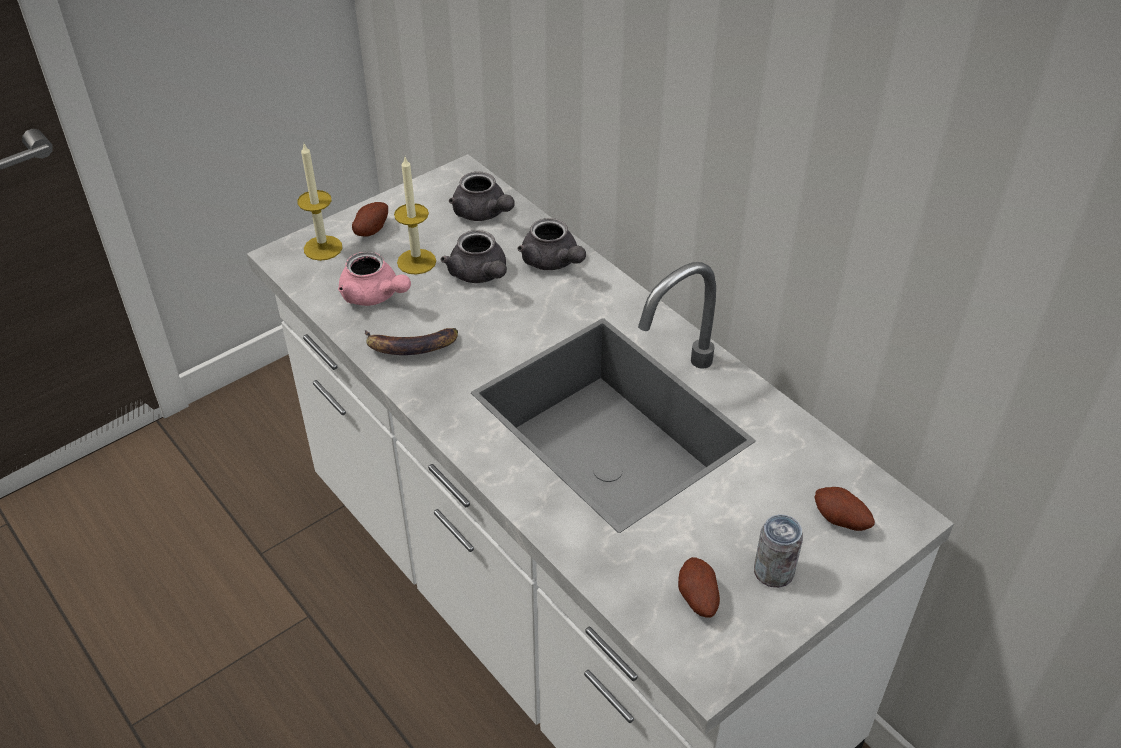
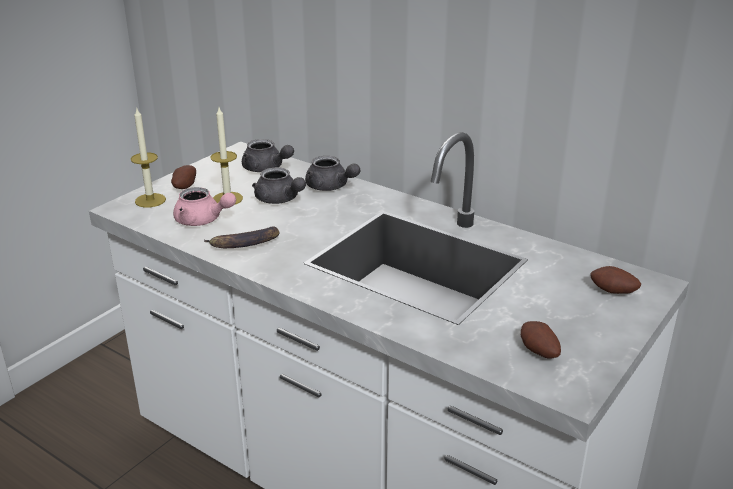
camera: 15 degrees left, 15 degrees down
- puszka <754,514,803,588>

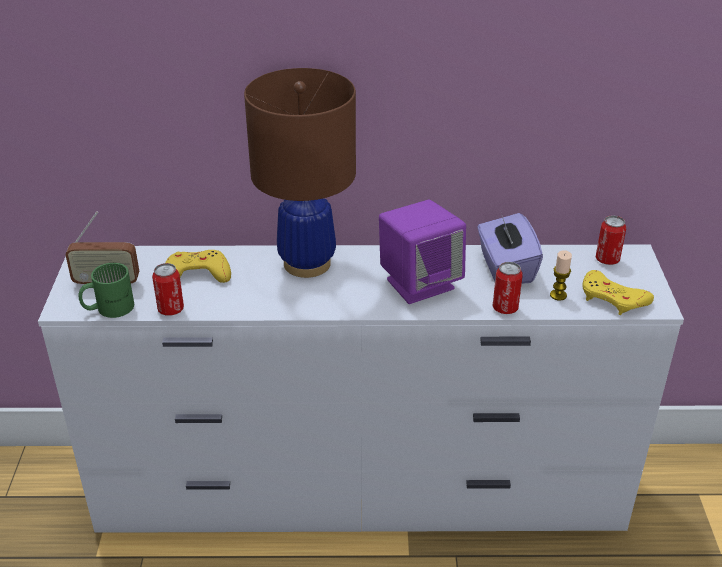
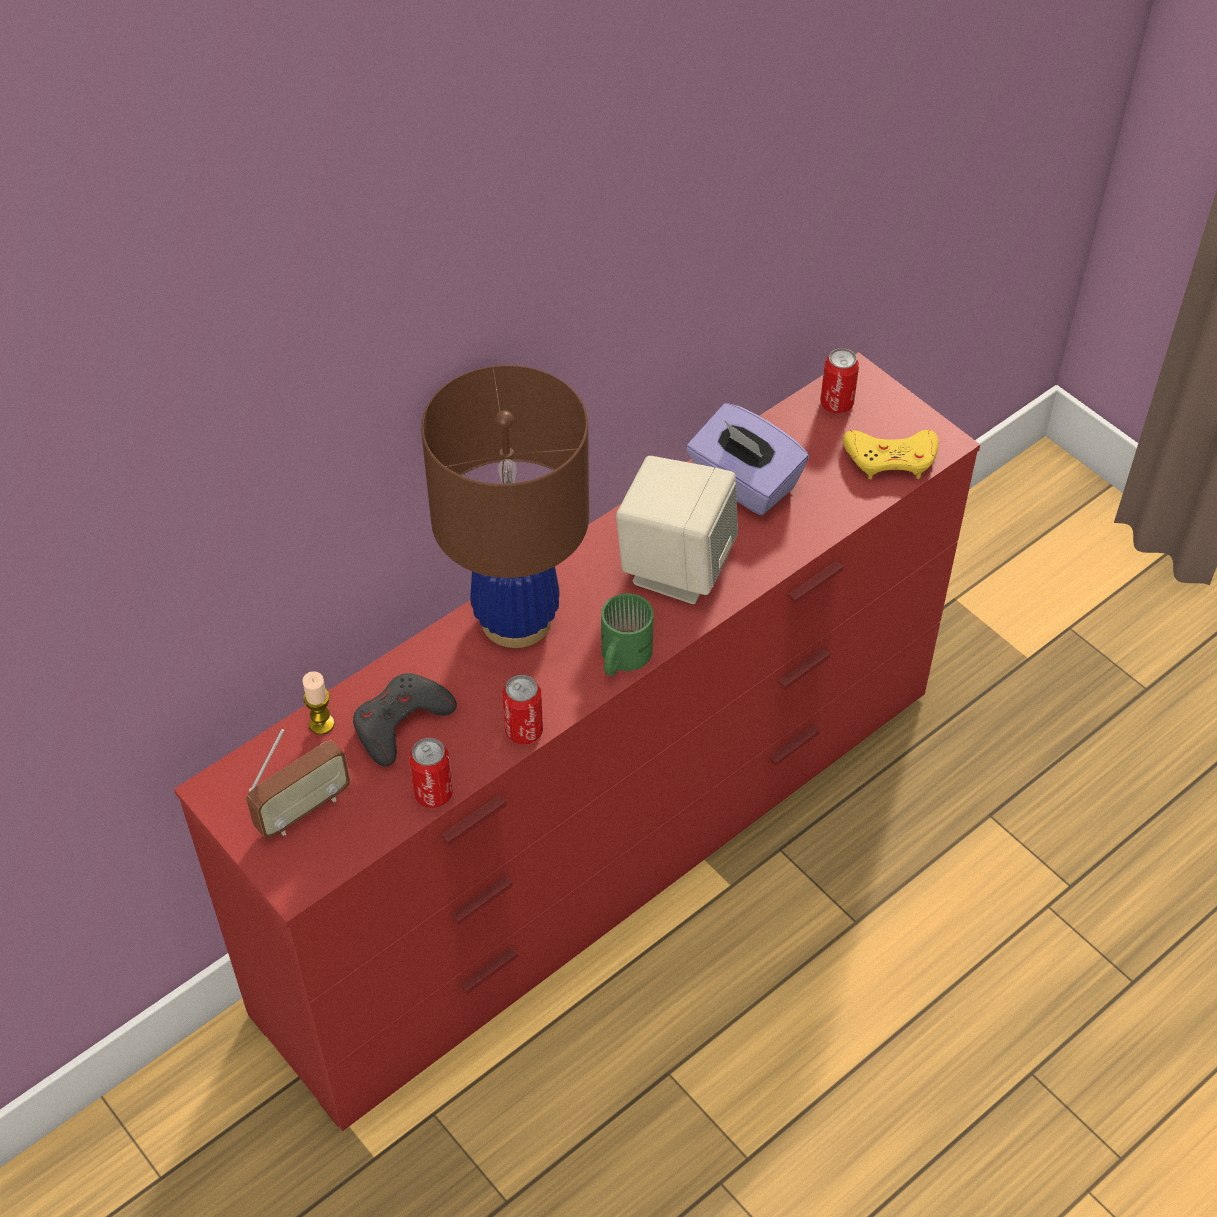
camera: 40 degrees left, 15 degrees up
~ kubek (zielony) <79,263,134,318> to <601,593,654,676>
~ puszka <493,262,523,314> to <503,675,543,744>
~ świeca <550,250,572,301> to <302,671,335,735>
~ komoda (biały) <38,245,684,533> to komoda (czerwony) <174,352,980,1131>
~ pad do gier (żółty) <165,250,231,283> to pad do gier (szary) <353,673,457,767>
~ głośnik (fioletowy) <379,200,466,304> to głośnik (beżowy) <616,456,738,604>

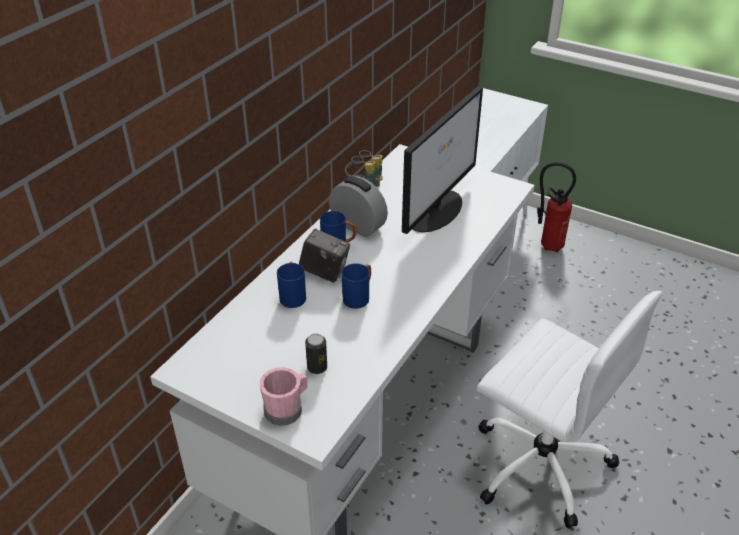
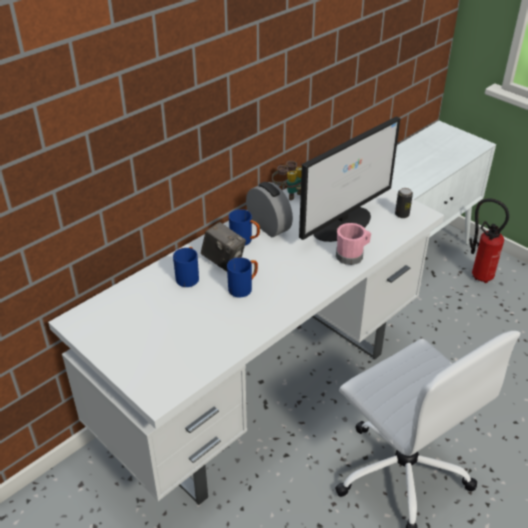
camera: 15 degrees right, 0 degrees up
~ kubek (różowy) <260,367,307,426> to <336,223,371,265>
~ puszka <305,334,327,374> to <395,188,413,218>

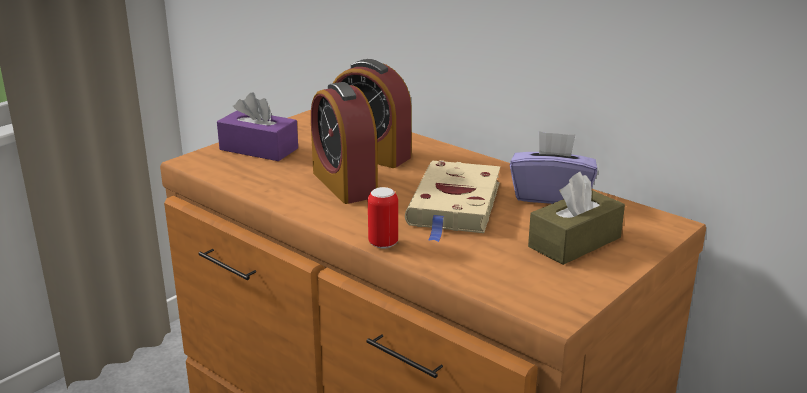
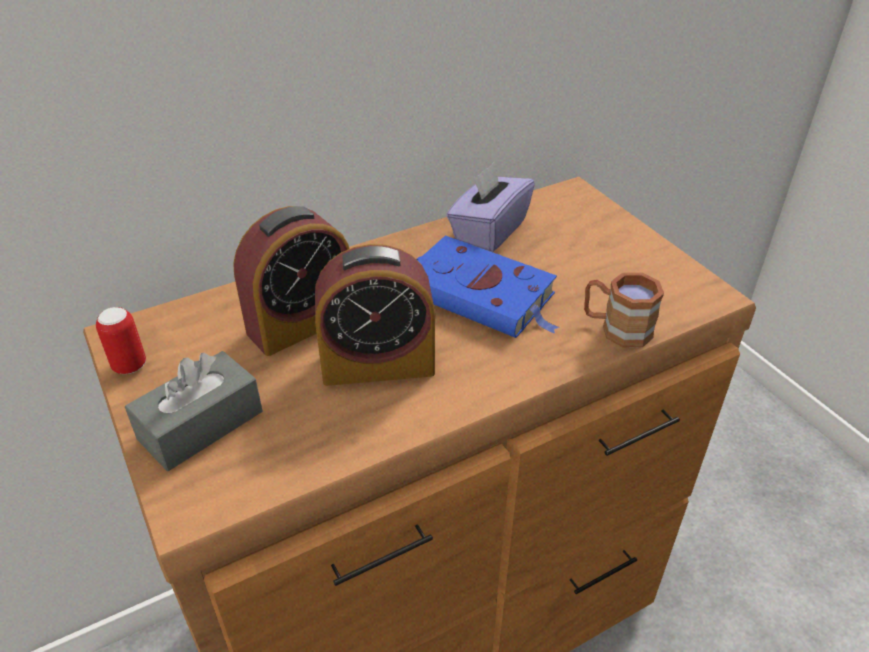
camera: 70 degrees left, 15 degrees up
- pudełko chusteczek (brązowy) <528,172,625,265>
+ kubek (brązowy) <584,272,664,348>
~ puszka <368,187,398,249> to <96,307,146,374>
~ pudełko chusteczek (fioletowy) <217,92,298,161> to pudełko chusteczek (szary) <125,351,263,471>
~ książka (beżowy) <405,160,500,242> to książka (niebieski) <416,235,560,338>

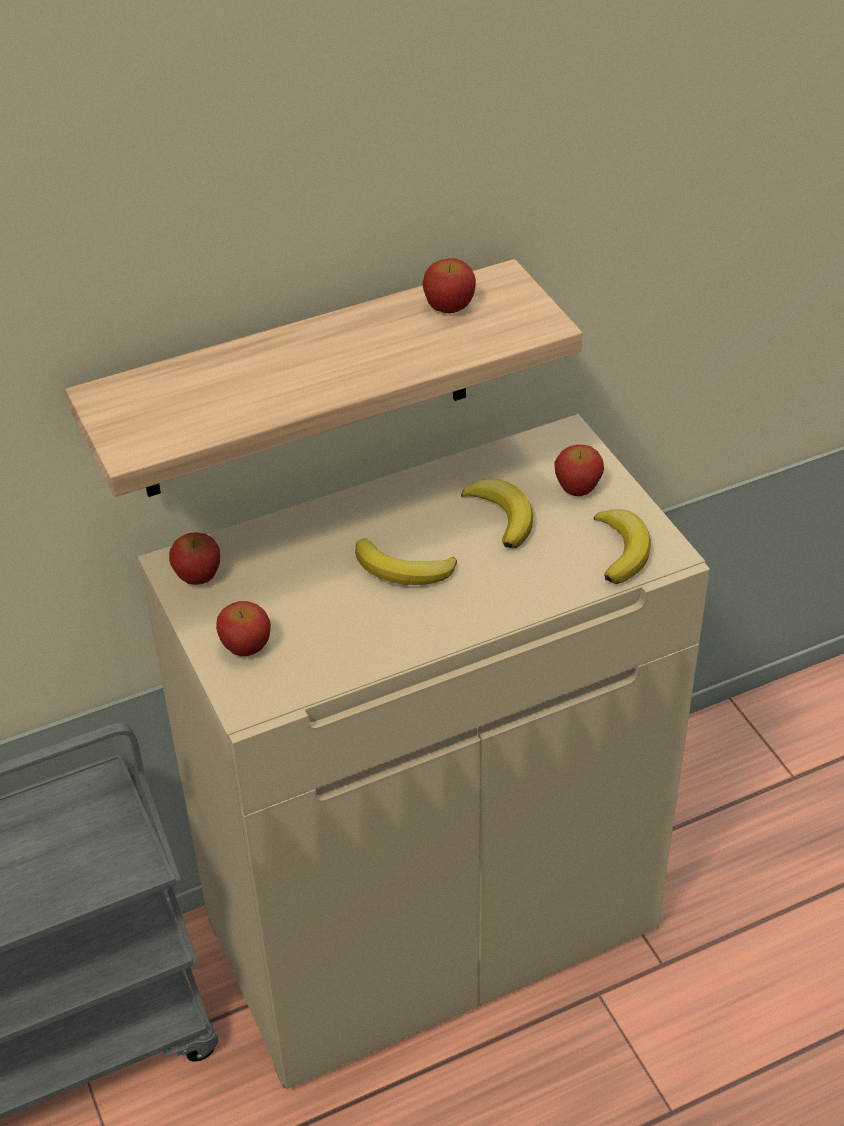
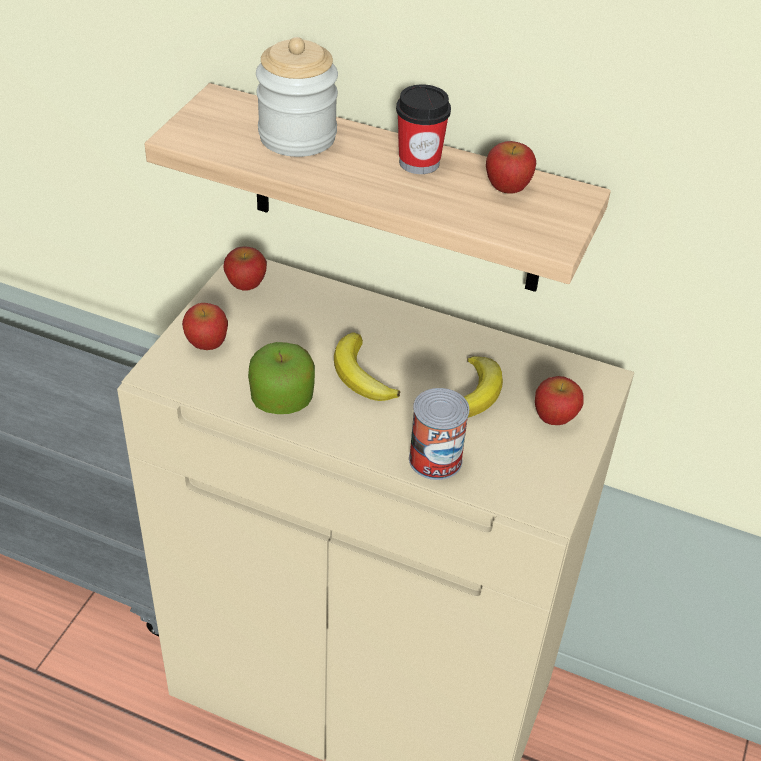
camera: 45 degrees right, 0 degrees up
- banan <594,509,651,584>
+ jabłko <248,342,315,414>
+ słoik <256,37,338,157>
+ filiżanka <396,84,451,174>
+ puszka <409,388,469,480>

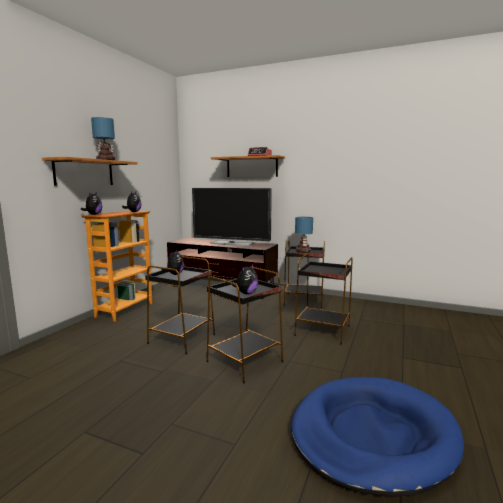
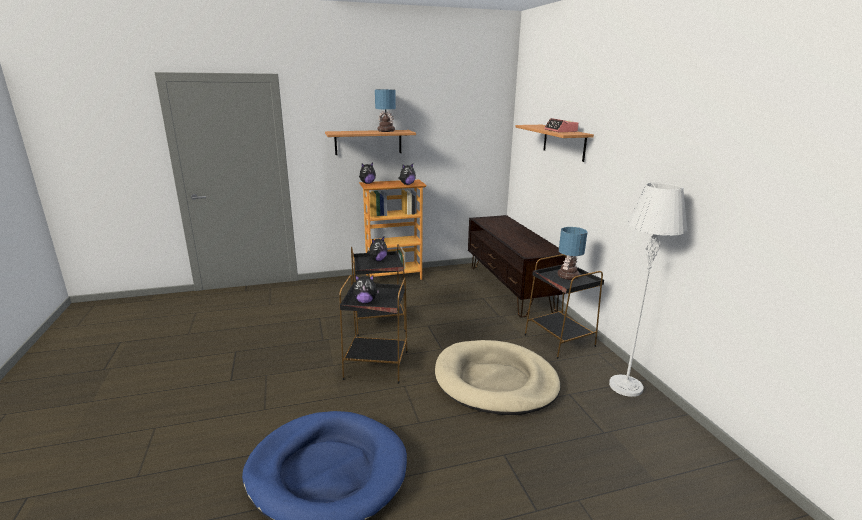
camera: 50 degrees right, 10 degrees up
- telewizor <192,188,272,246>
+ lampa stojąca (szary) <609,182,687,397>
~ stolik (czarny) <294,253,353,345> to legowisko (beżowy) <435,340,561,415>

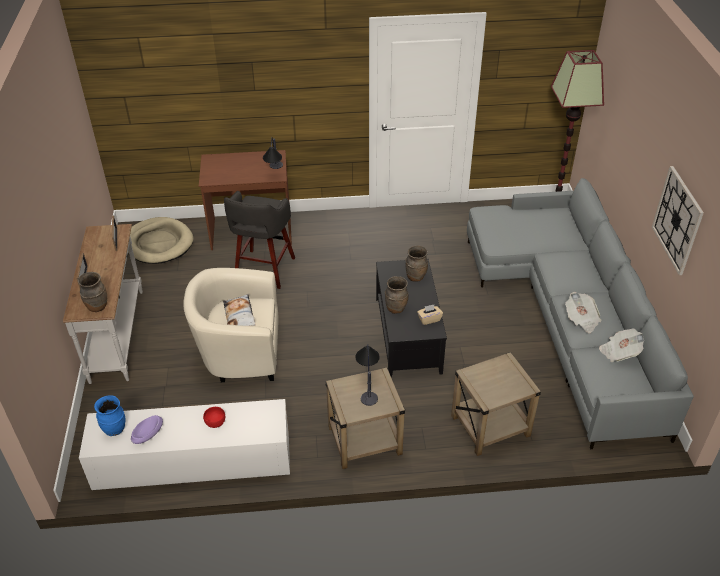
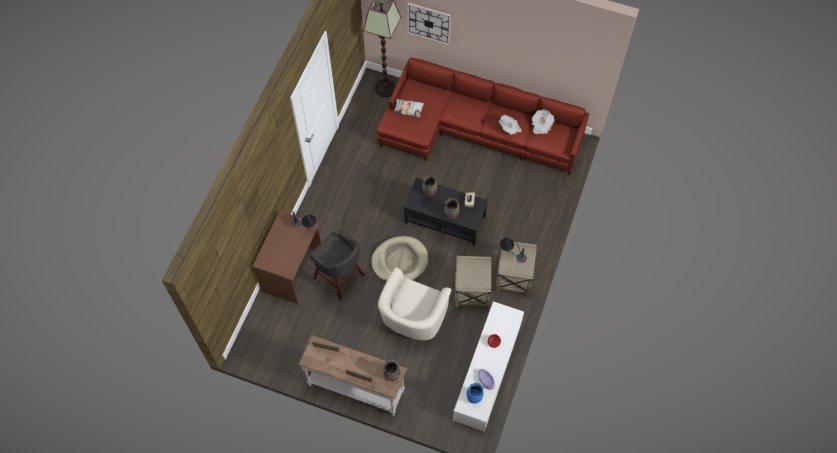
camera: 65 degrees left, 20 degrees up
~ legowisko (beżowy) <128,217,193,264> to <371,236,428,282>
~ poduszka <223,294,256,326> to <394,99,424,117>
~ stolik (beżowy) <451,352,541,456> to <454,256,492,309>
~ zegar ścienny <652,166,704,275> to <407,3,451,45>
~ kanapa (szary) <467,178,694,449> to kanapa (czerwony) <377,57,589,175>

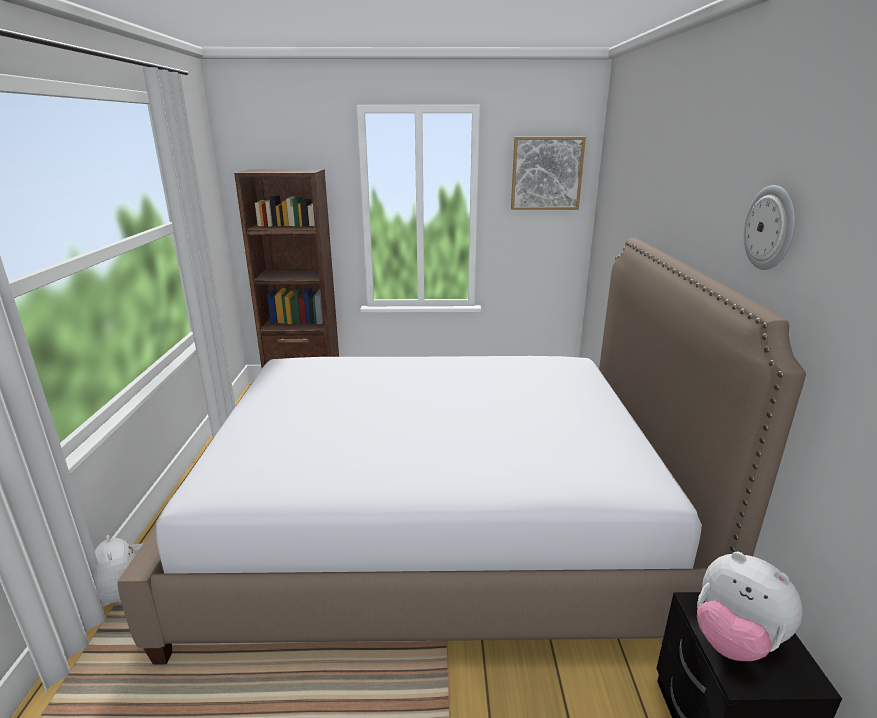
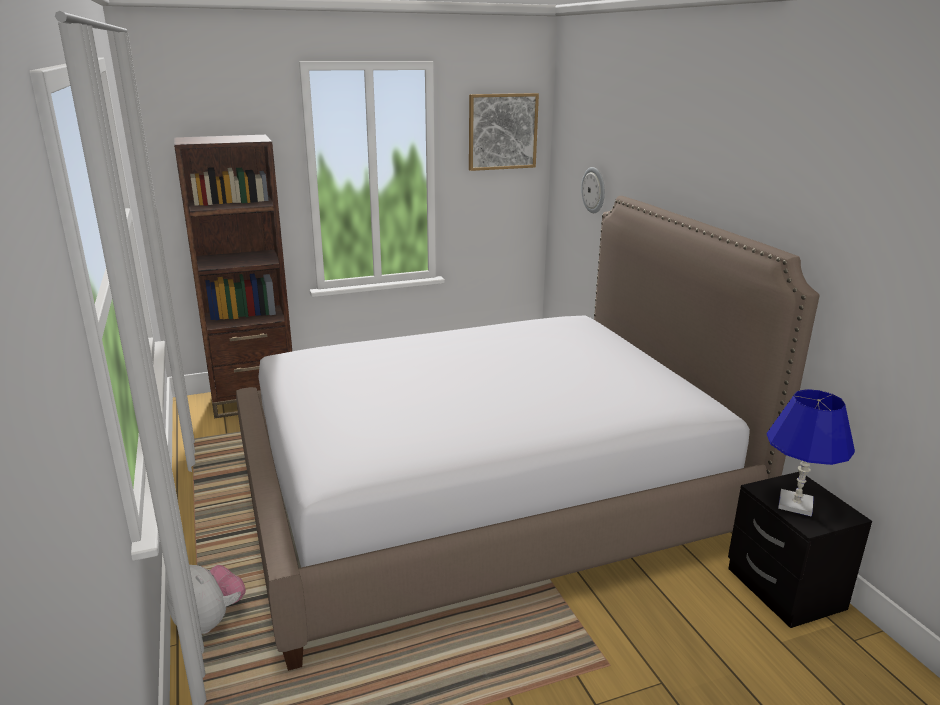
camera: 20 degrees left, 0 degrees up
~ zegar ścienny <743,185,795,270> to <581,167,605,213>
~ pluszak <697,552,803,661> to lampa stołowa (niebieski) <767,389,855,517>

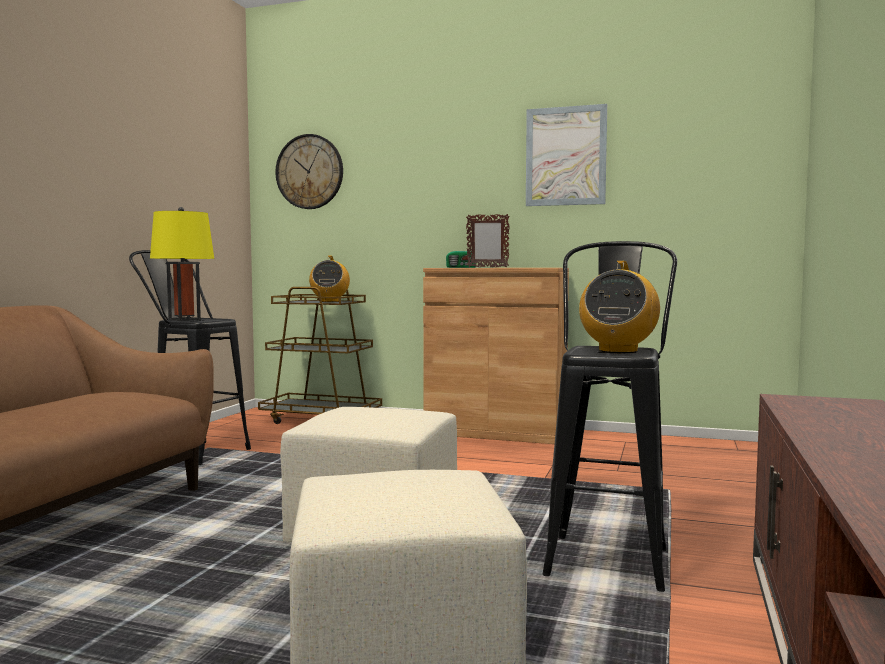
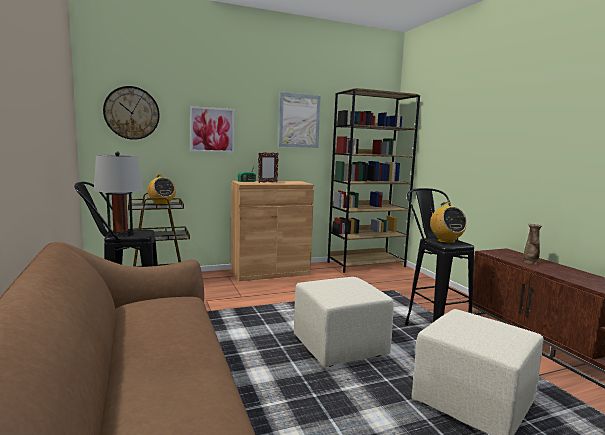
camera: 40 degrees left, 5 degrees up
+ obraz <190,106,235,153>
+ regał (brązowy) <328,88,420,273>
+ wazon <524,223,543,264>
~ lampa stołowa (żółty) <150,207,214,321> to lampa stołowa (szary) <94,151,143,237>

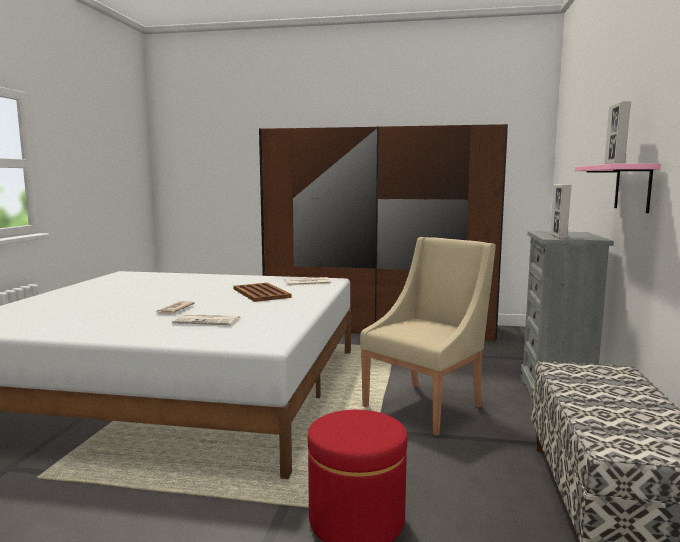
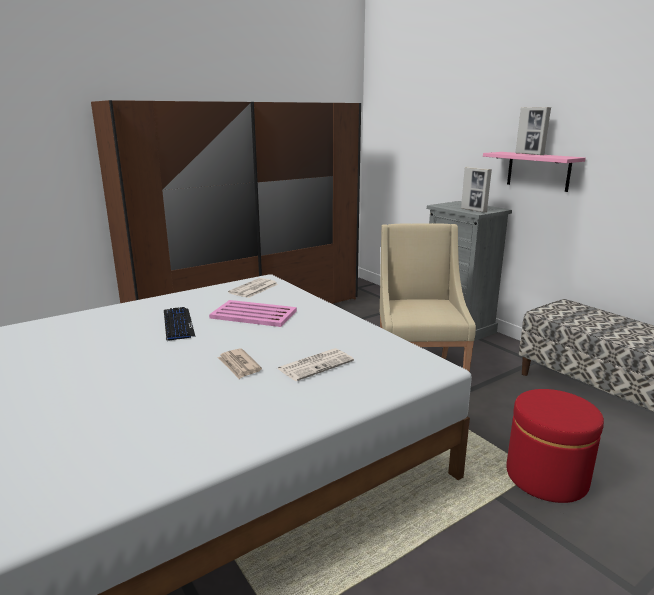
camera: 45 degrees left, 10 degrees up
+ klawiatura <164,307,196,341>
~ taca (brązowy) <234,283,292,302> to taca (różowy) <209,300,297,327>

